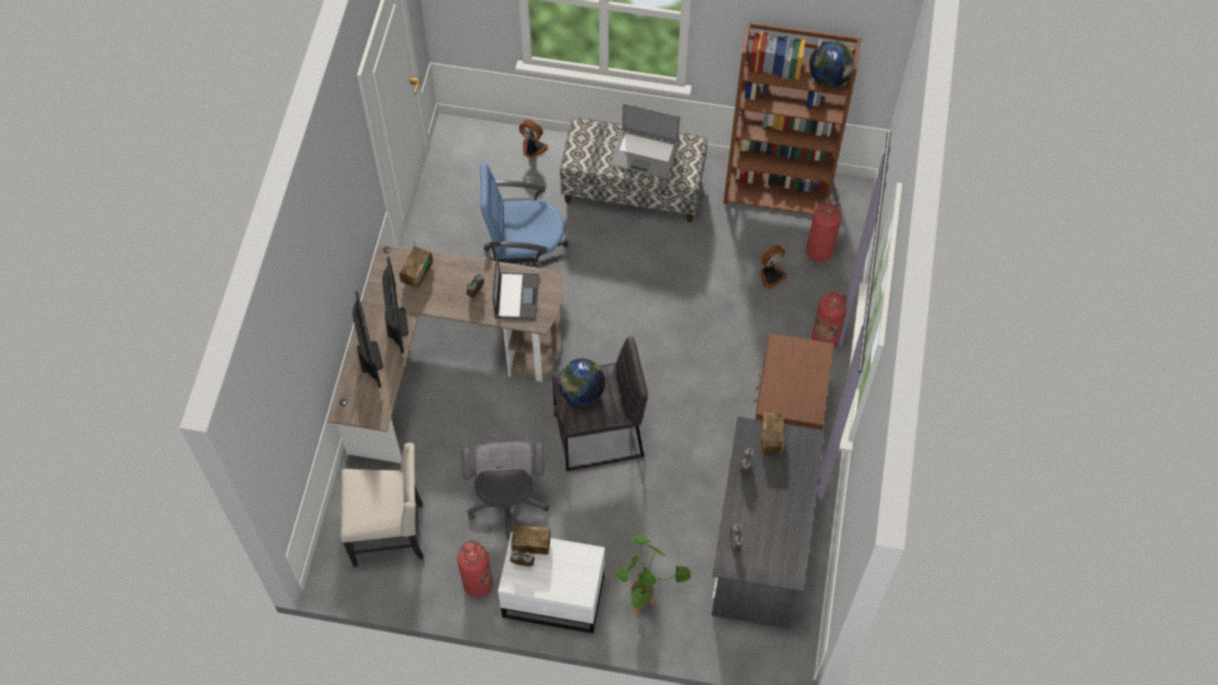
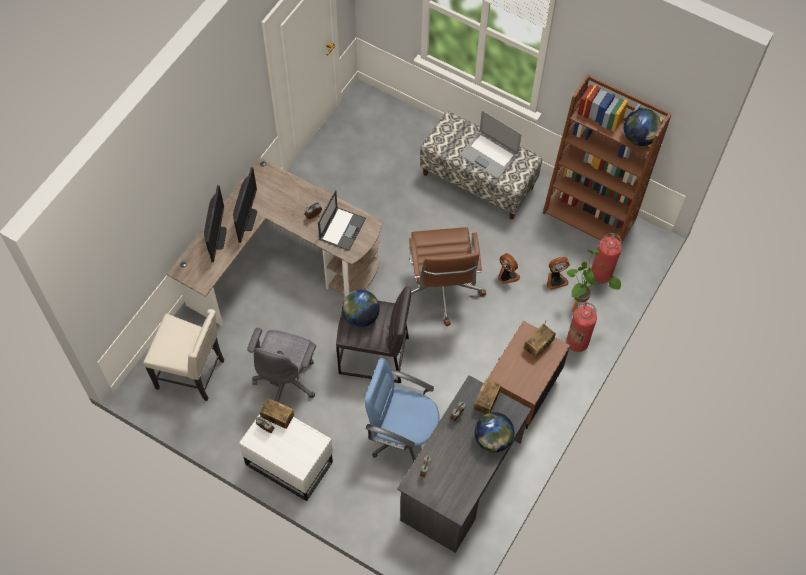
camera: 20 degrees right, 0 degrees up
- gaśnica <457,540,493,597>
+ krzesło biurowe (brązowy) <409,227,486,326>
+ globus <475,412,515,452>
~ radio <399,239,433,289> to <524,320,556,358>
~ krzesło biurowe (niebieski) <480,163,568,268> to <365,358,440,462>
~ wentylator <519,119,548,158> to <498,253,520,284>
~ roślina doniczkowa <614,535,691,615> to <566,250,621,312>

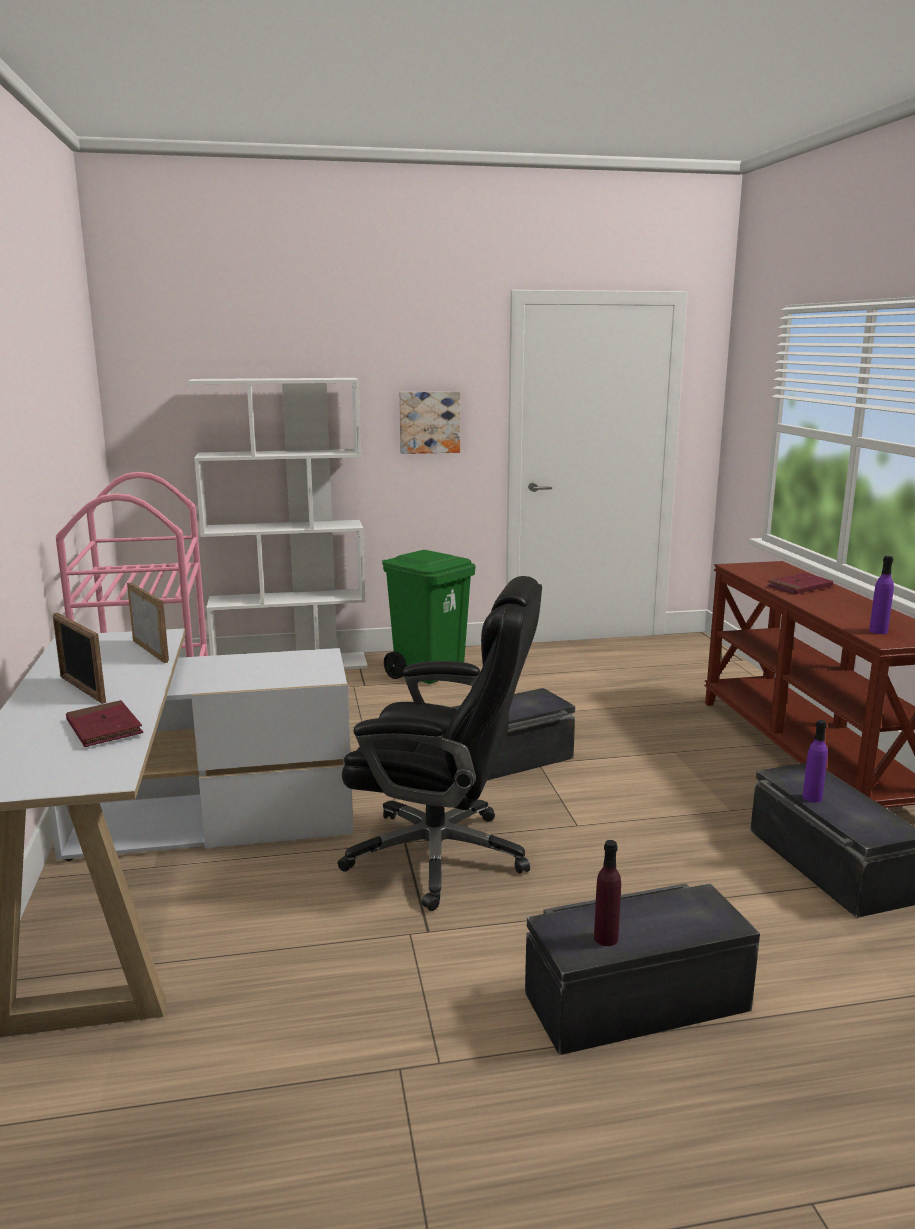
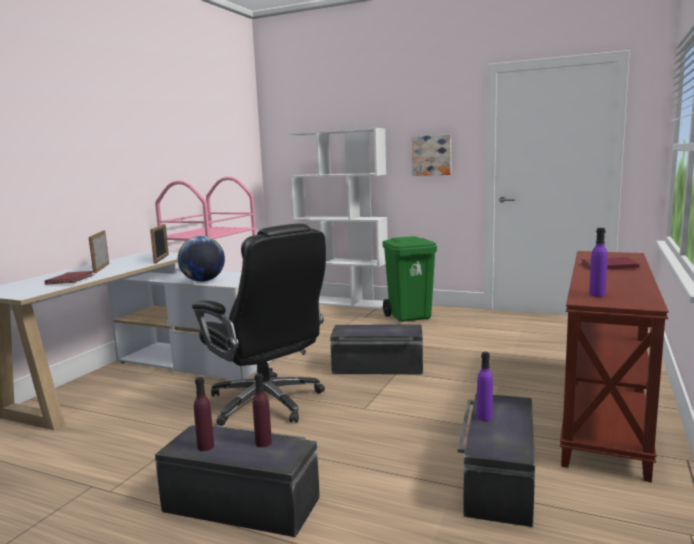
camera: 35 degrees right, 5 degrees down
+ globus <178,236,225,282>
+ butelka (fioletowy) <253,373,272,447>

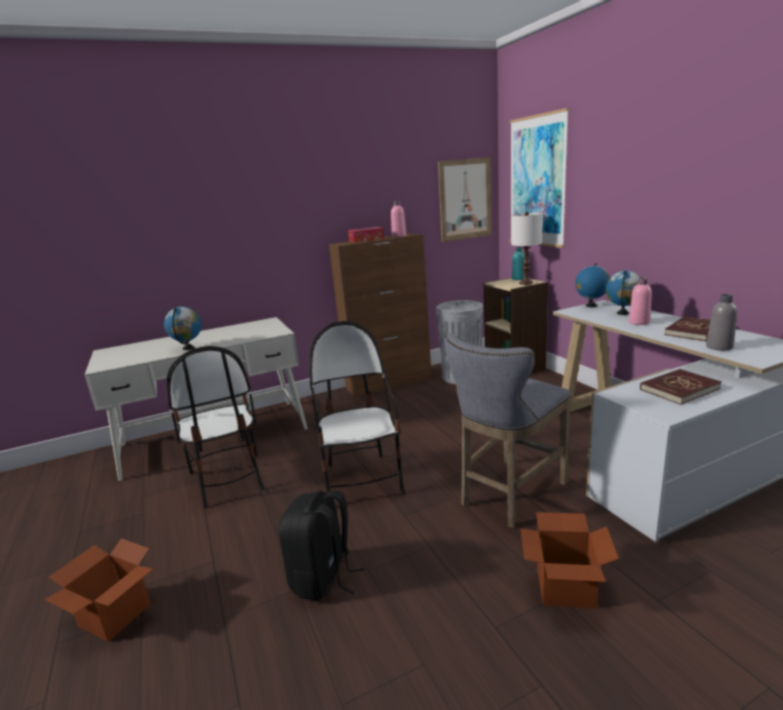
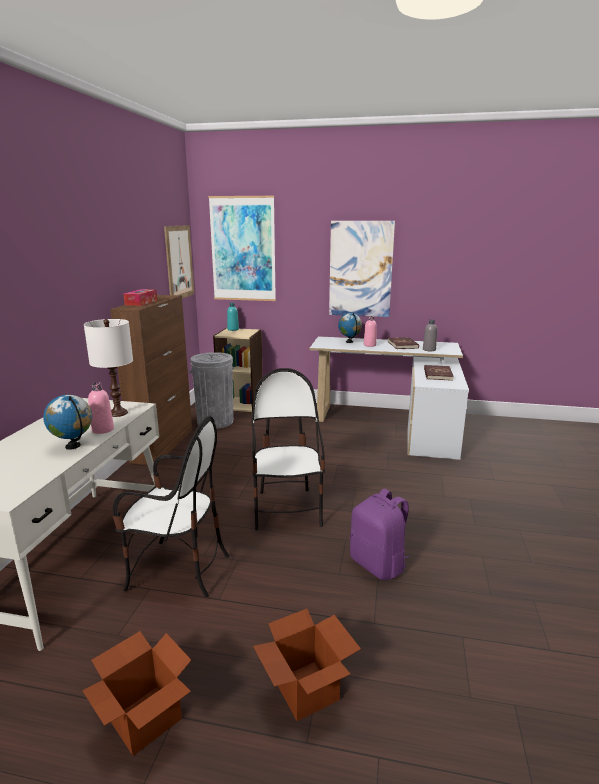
camera: 55 degrees left, 0 degrees up
- stołek (szary) <444,334,571,528>
- globus <575,263,610,307>
+ obraz <329,221,395,317>
~ butelka (różowy) <391,201,406,237> to <88,382,114,434>
~ lampa stołowa (biały) <511,211,543,285> to <84,319,133,417>
~ karton <520,512,619,609> to <82,631,191,756>
~ plecak (czarny) <279,490,365,601> to plecak (fioletowy) <350,489,409,580>
~ krzesło <310,321,405,495> = <252,368,325,531> 60 degrees clockwise

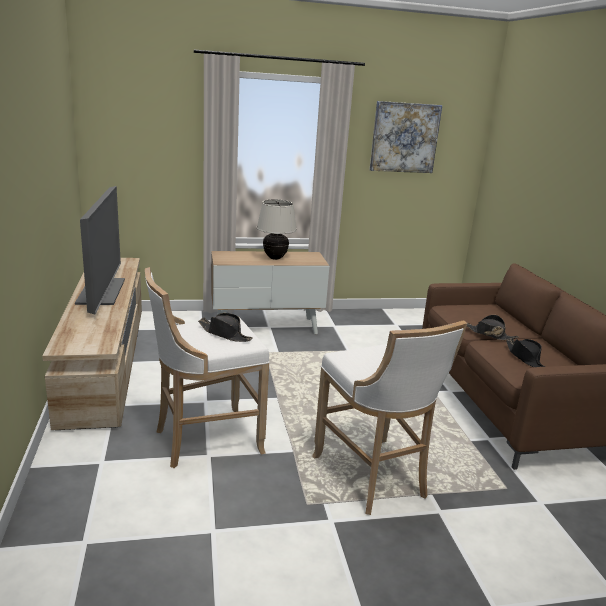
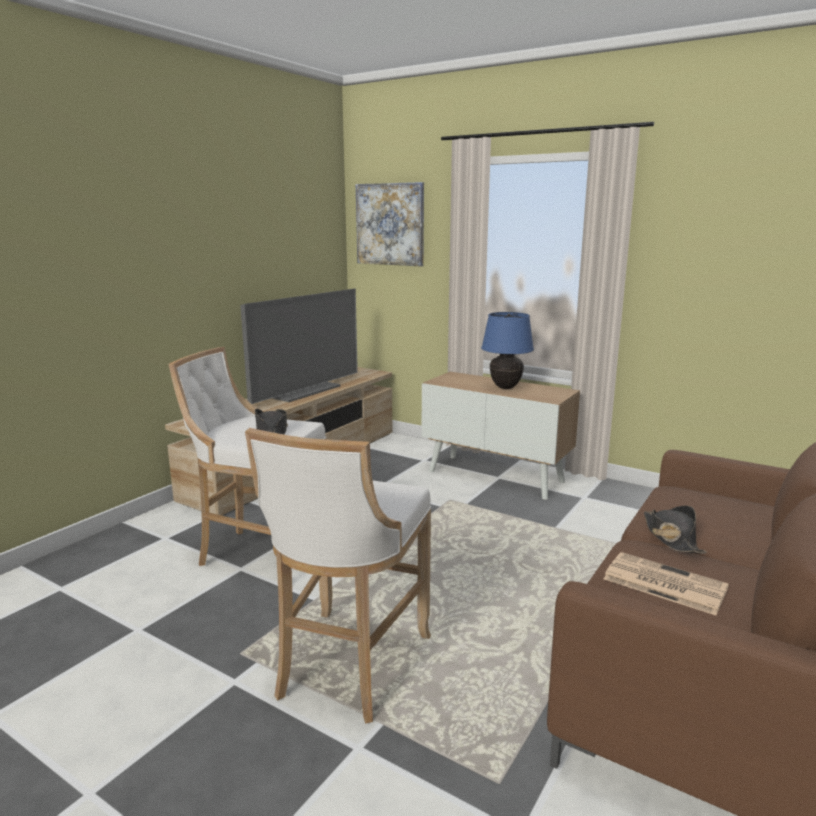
camera: 45 degrees right, 5 degrees down
~ obraz <370,101,442,173> to <356,182,424,266>
~ kapelusz (czarny) <506,339,546,367> to gazeta <604,552,729,615>
~ lampa stołowa (beżowy) <257,199,297,260> to lampa stołowa (niebieski) <481,312,534,389>

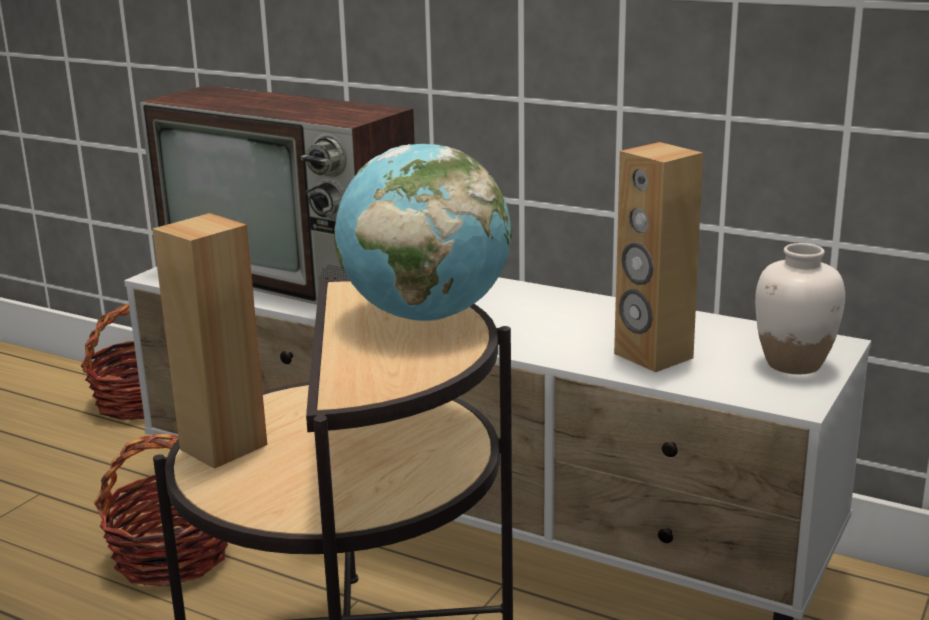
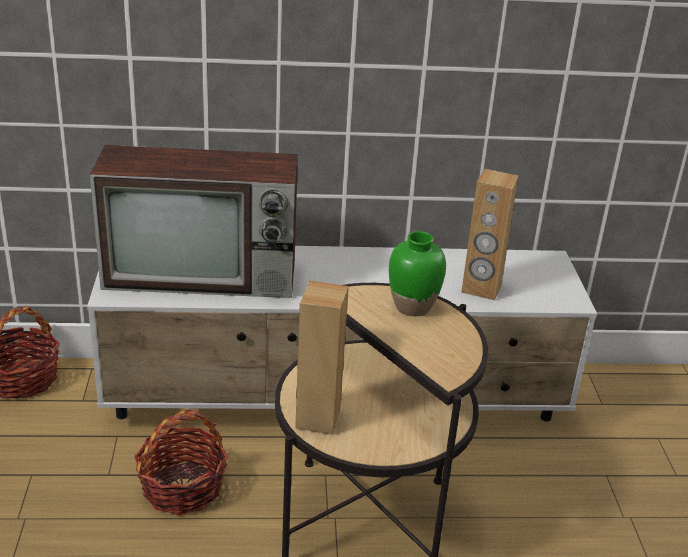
camera: 35 degrees left, 10 degrees up
- wazon (biały) <755,243,845,374>
~ globus <334,144,512,321> to wazon (zielony) <389,231,446,316>

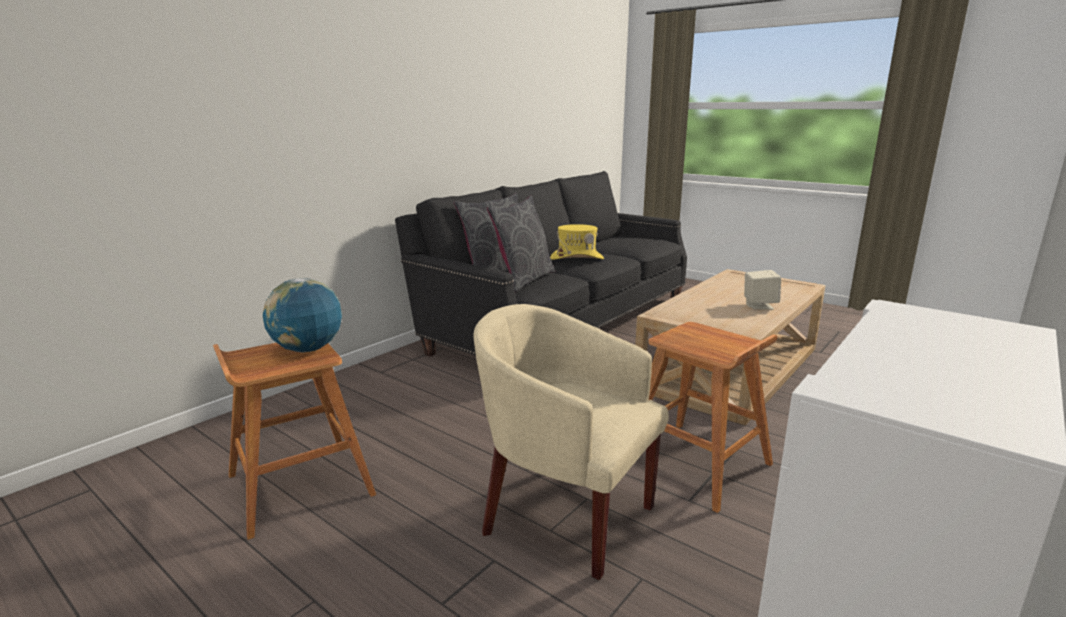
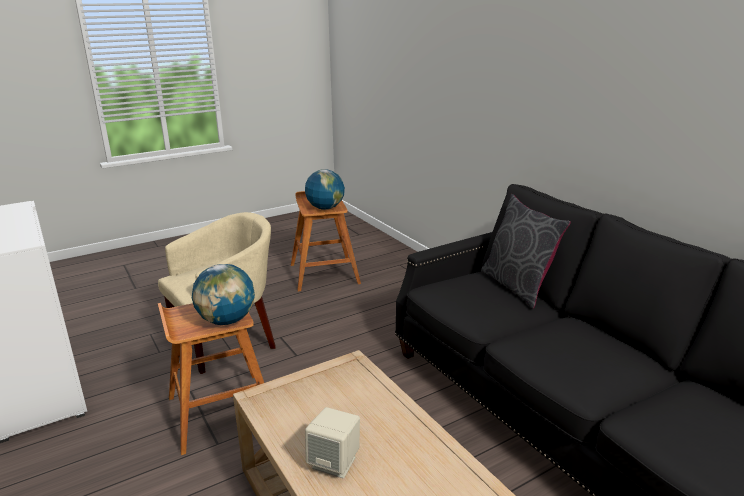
camera: 110 degrees right, 5 degrees up
- poduszka (szary) <487,196,555,292>
- kapelusz (żółty) <550,224,604,260>
+ globus <192,264,255,325>

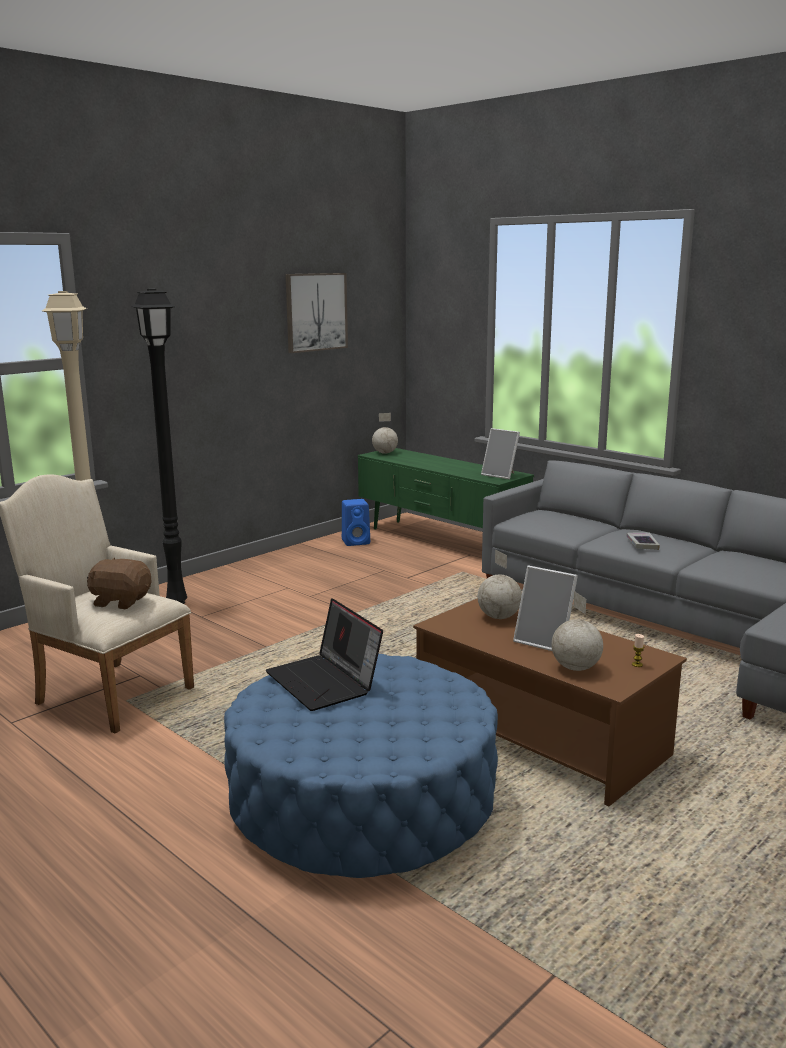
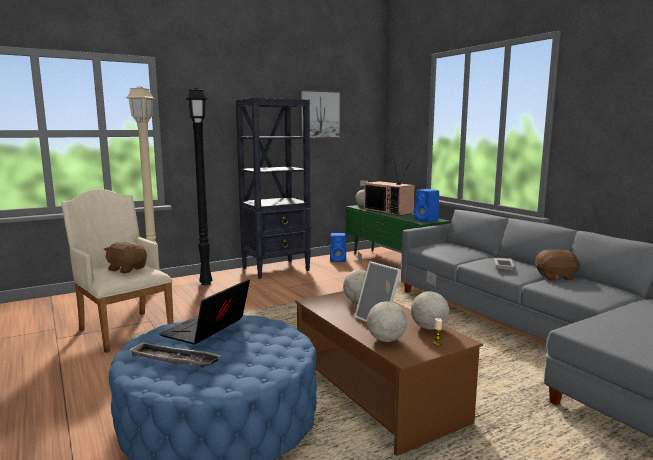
camera: 15 degrees right, 5 degrees down
+ taca <128,342,221,367>
+ regał (czarny) <236,98,311,279>
+ telewizor <364,156,415,216>
+ globus <411,270,449,330>
+ pluszak (brązowy) <535,249,580,281>
~ ramka na zdjęcie <481,428,520,479> to głośnik (niebieski) <414,189,439,222>
~ laptop <266,598,383,711> = <159,279,250,345> 45 degrees clockwise

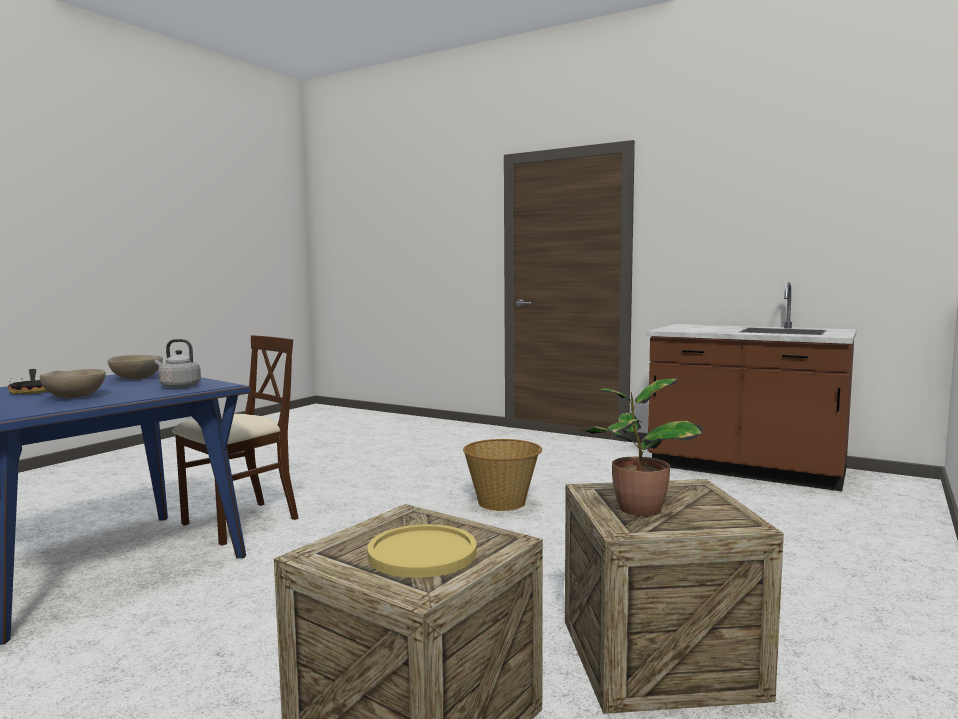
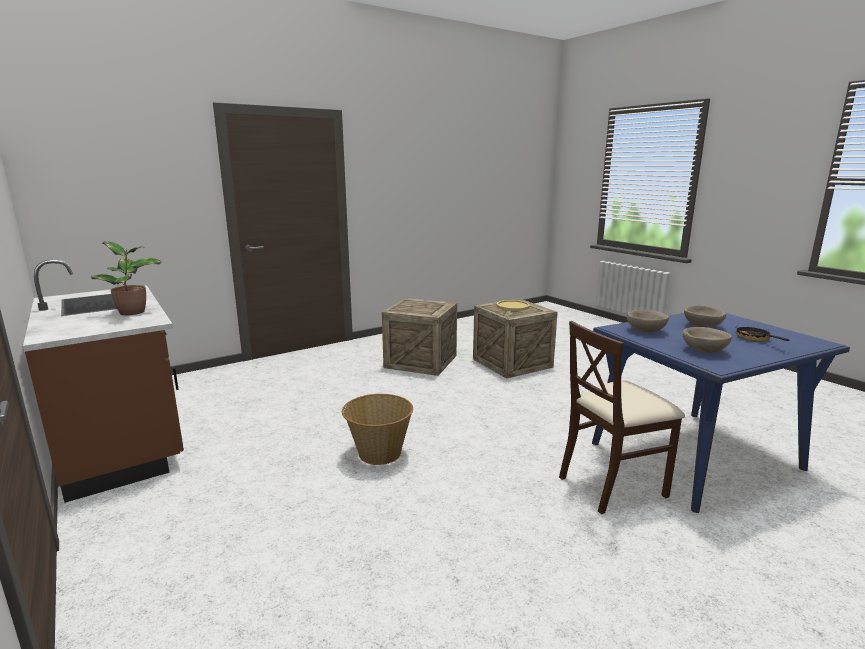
camera: 155 degrees left, 10 degrees up
~ roślina doniczkowa <582,378,703,516> to <91,241,162,315>
~ czajnik (szary) <155,339,201,388> to miska (beżowy) <627,310,669,332>

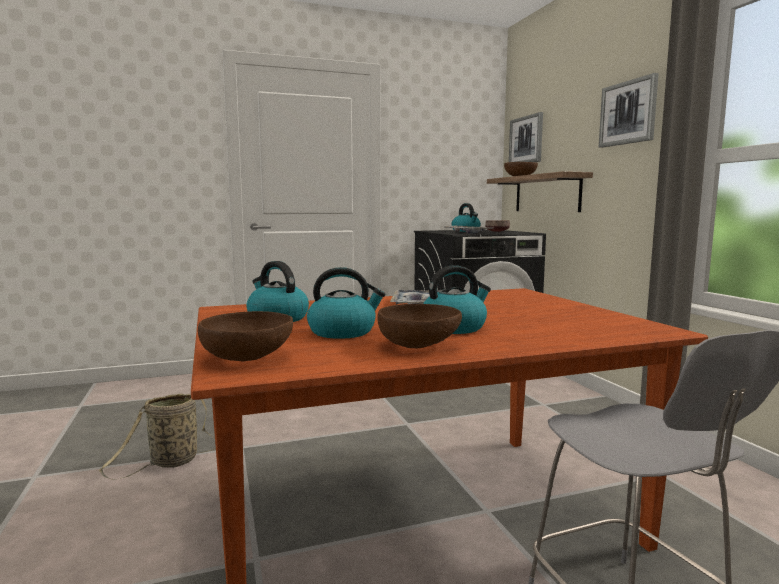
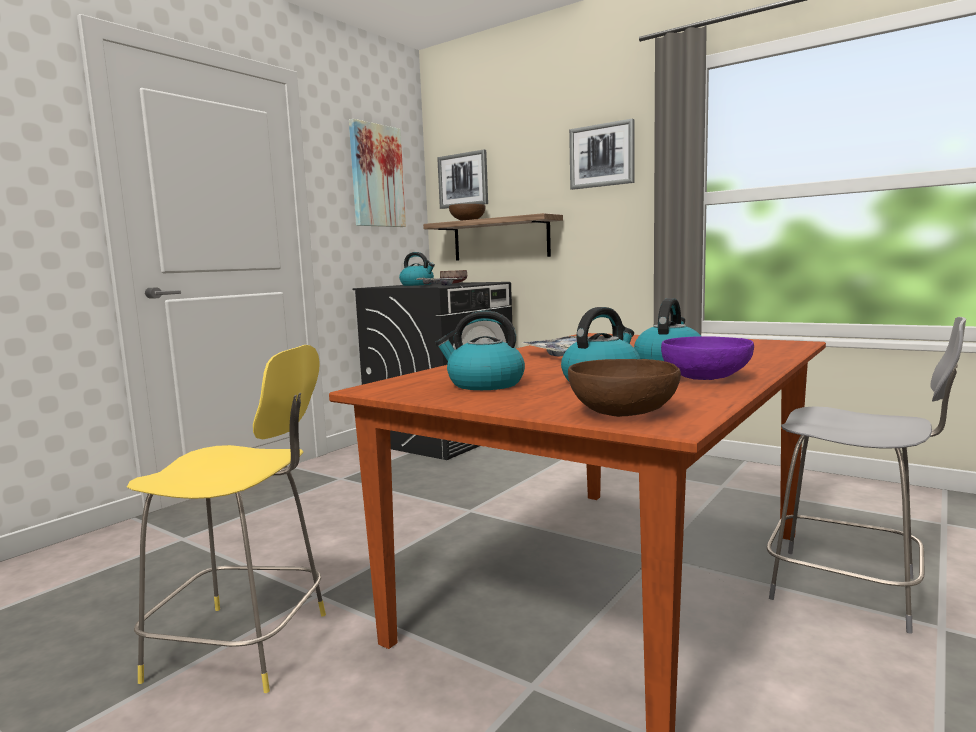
camera: 35 degrees left, 0 degrees up
+ obraz <349,119,406,227>
~ koszyk <99,394,216,480> to stołek (żółty) <127,345,326,693>
~ miska (brązowy) <377,304,462,348> to miska (fioletowy) <661,336,754,380>

